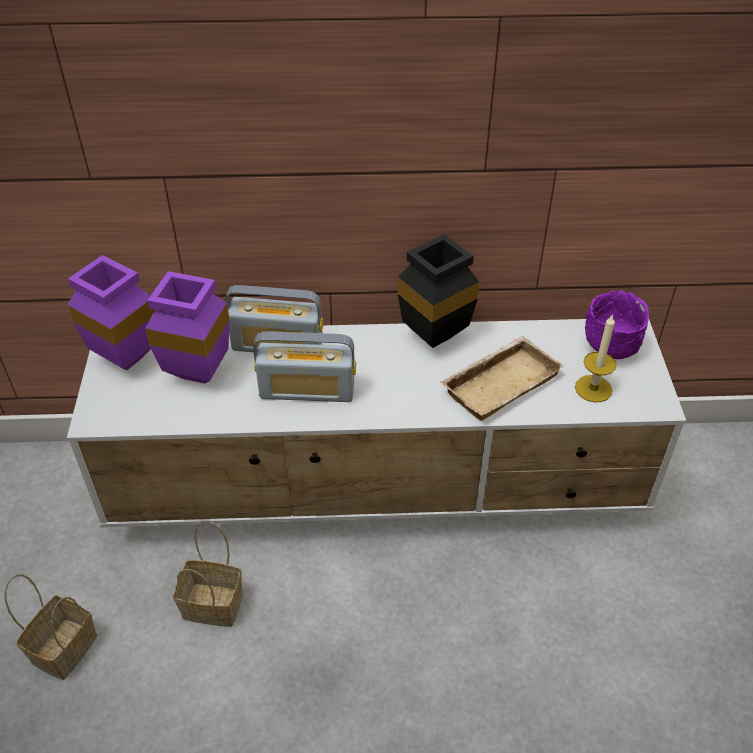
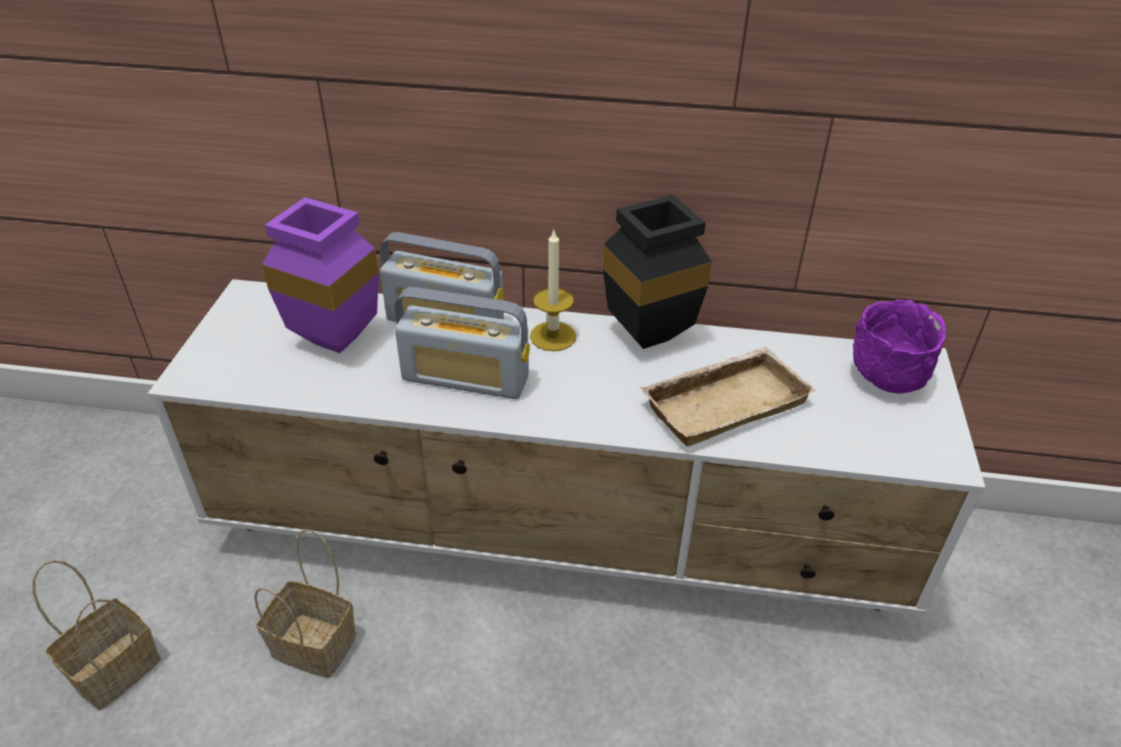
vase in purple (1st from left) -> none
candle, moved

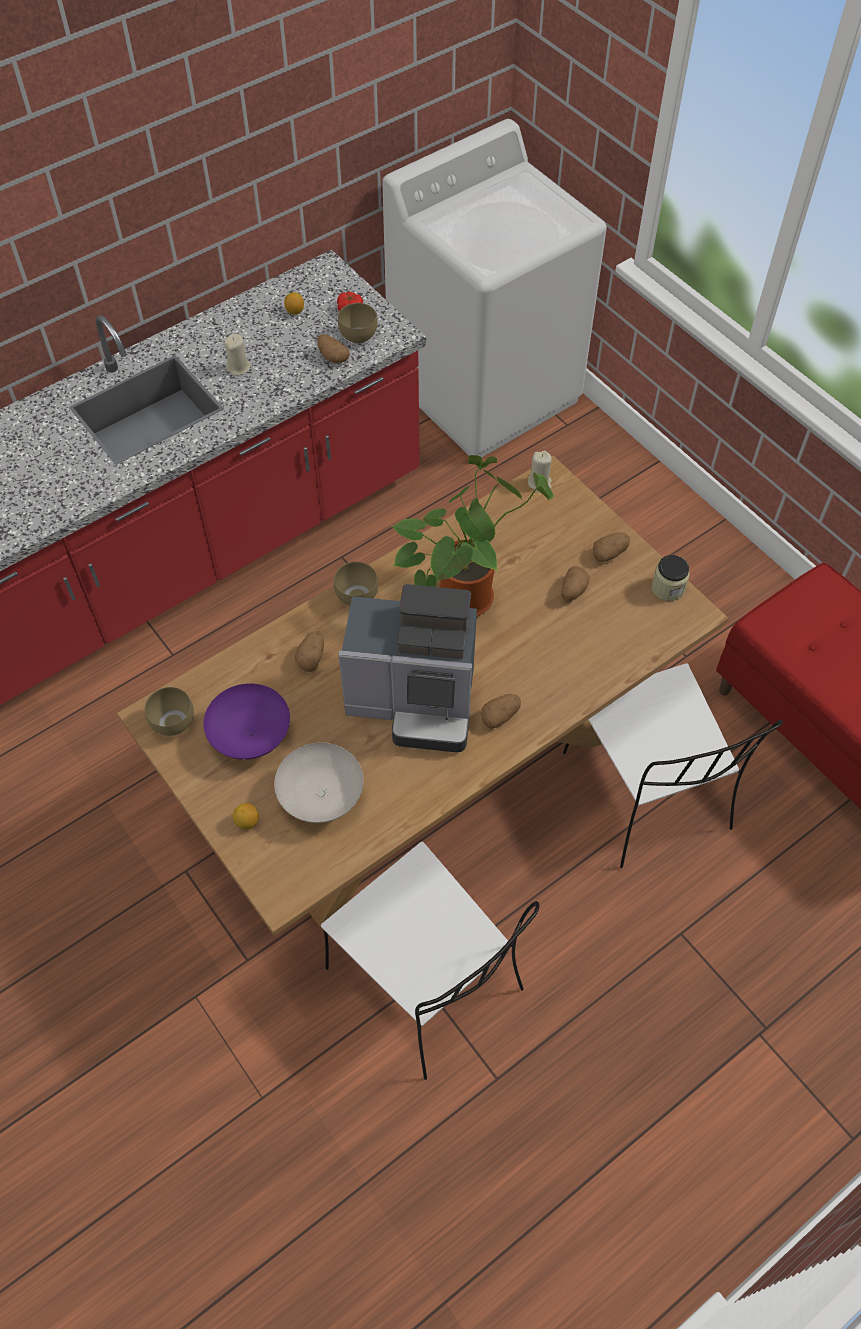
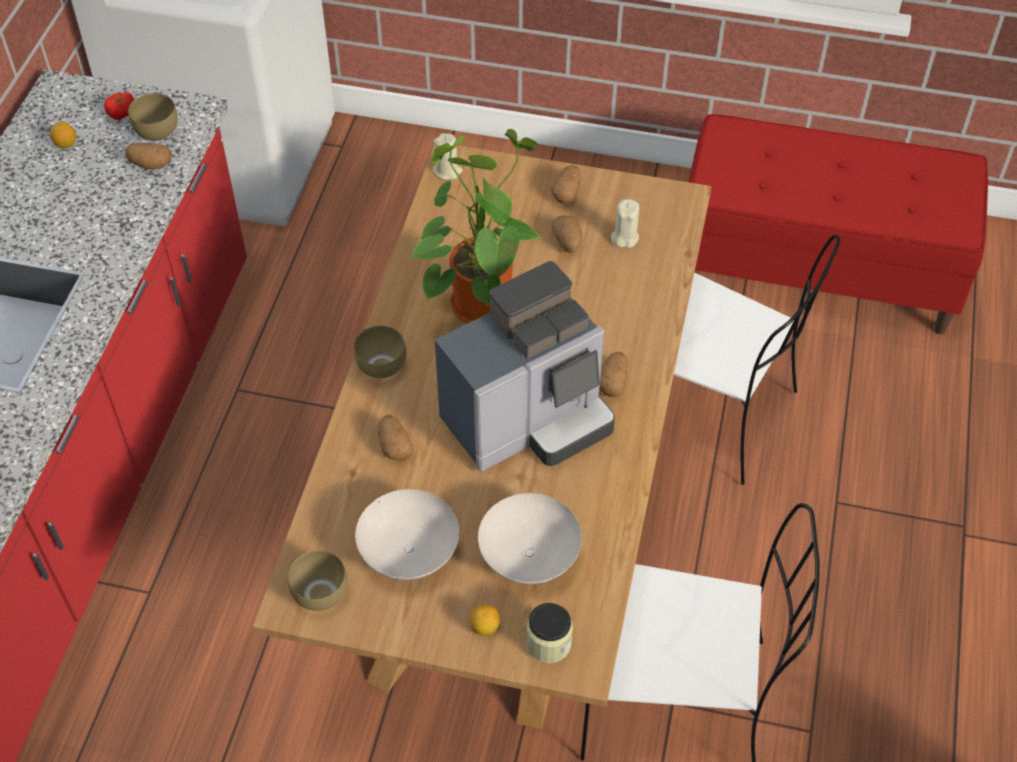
bowl in purple -> bowl in white (1st from left)
candle in beige (1st from left in the first image) -> candle in beige (2nd from left), moved
jar, moved

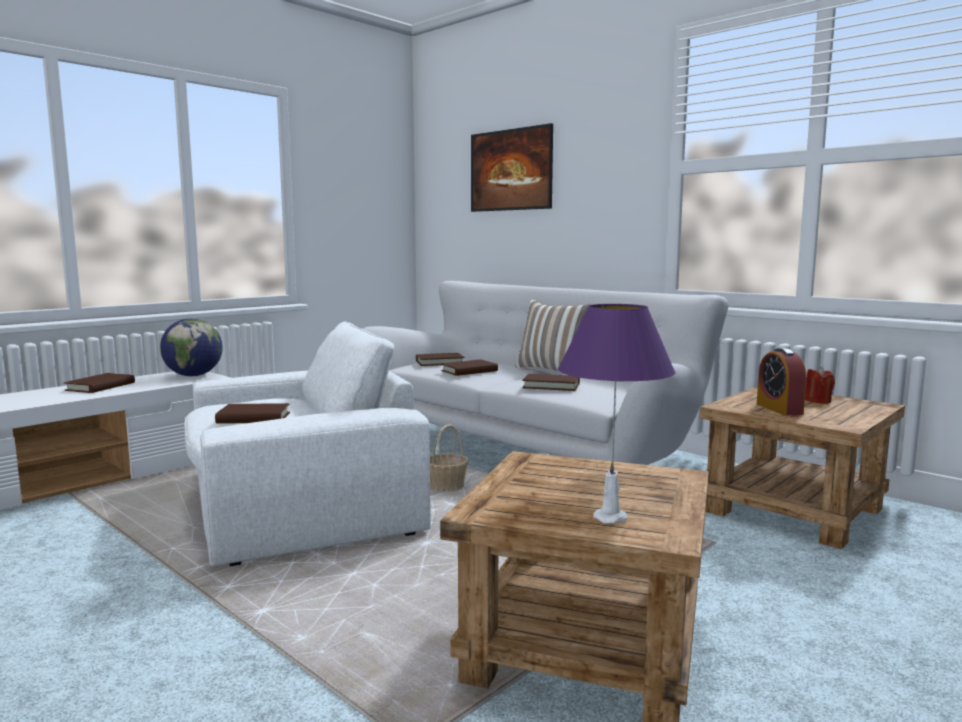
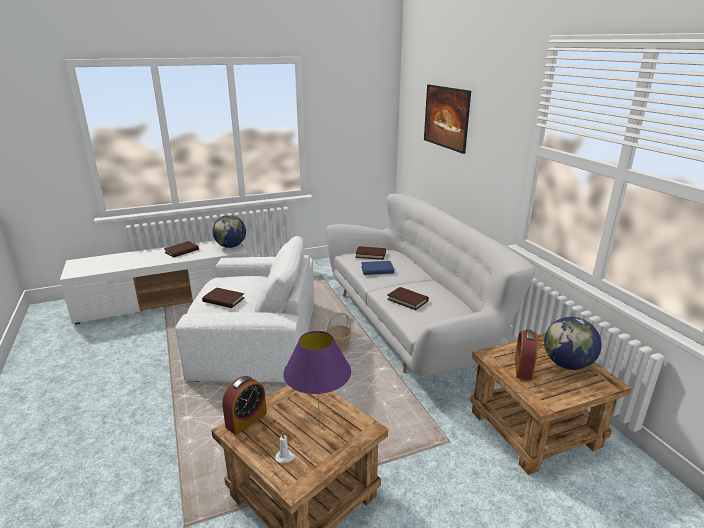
book in brown (4th from left) -> book in blue
pillow -> none
candle in red -> globe (2nd from left)
none -> alarm clock (1st from left)

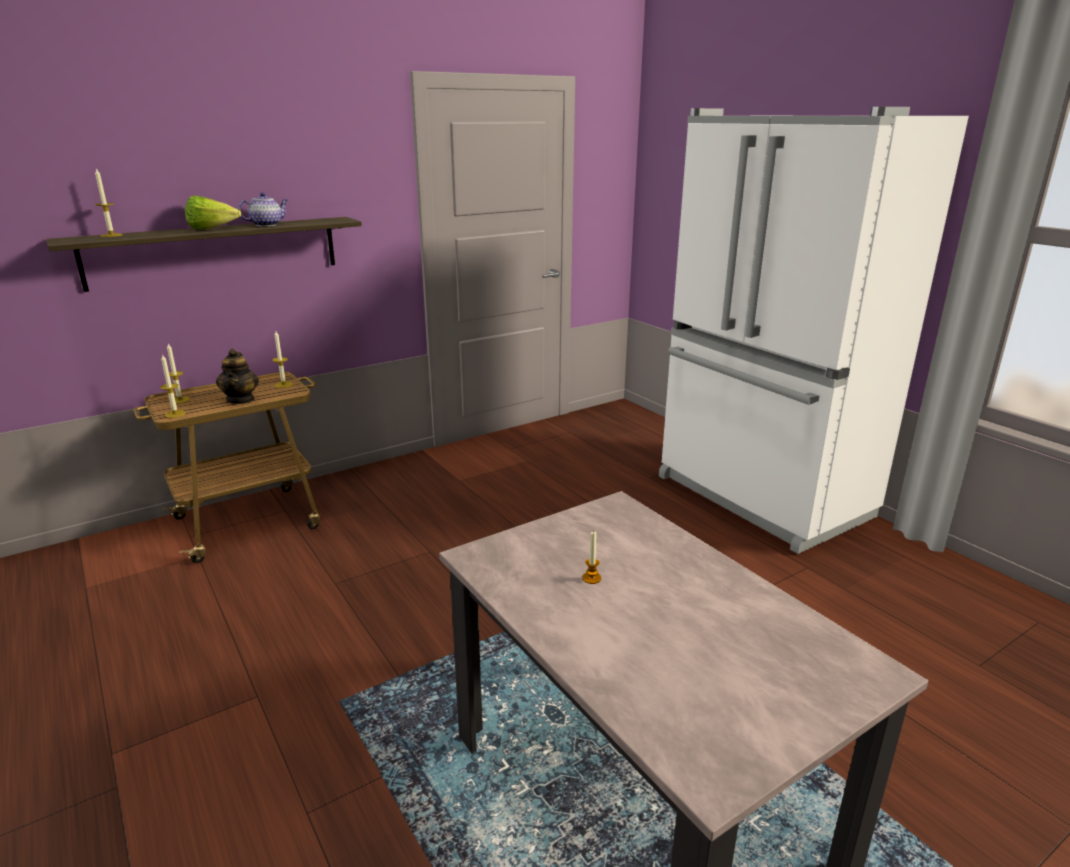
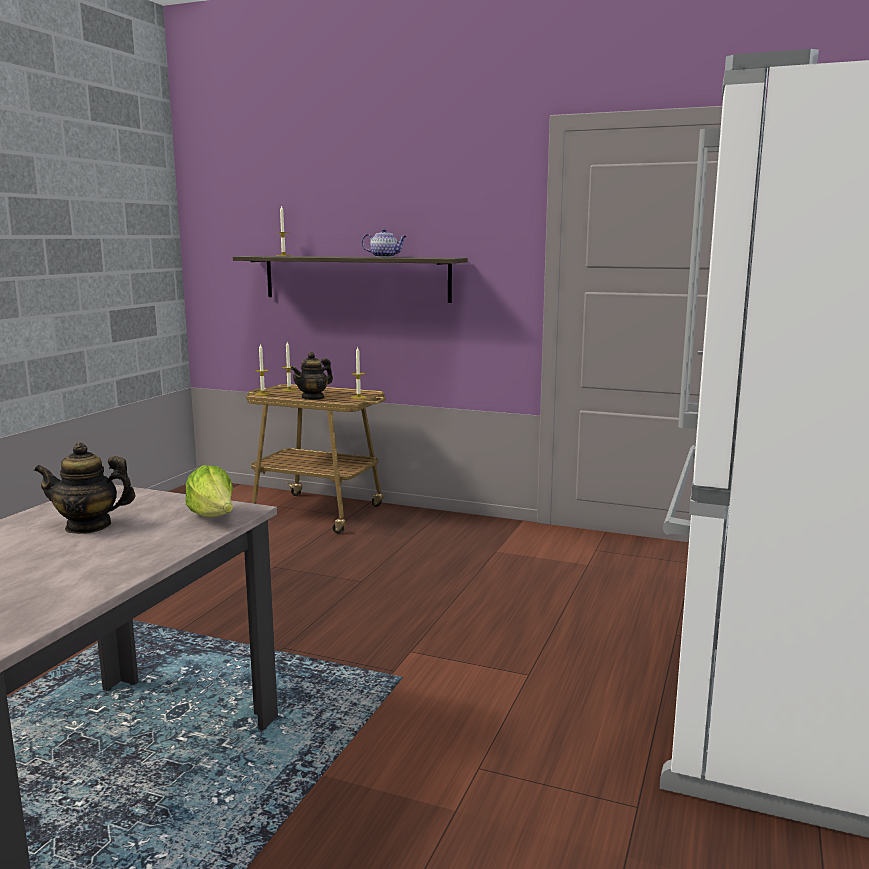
lettuce, moved
candle (5th from left) -> teapot (1st from left)

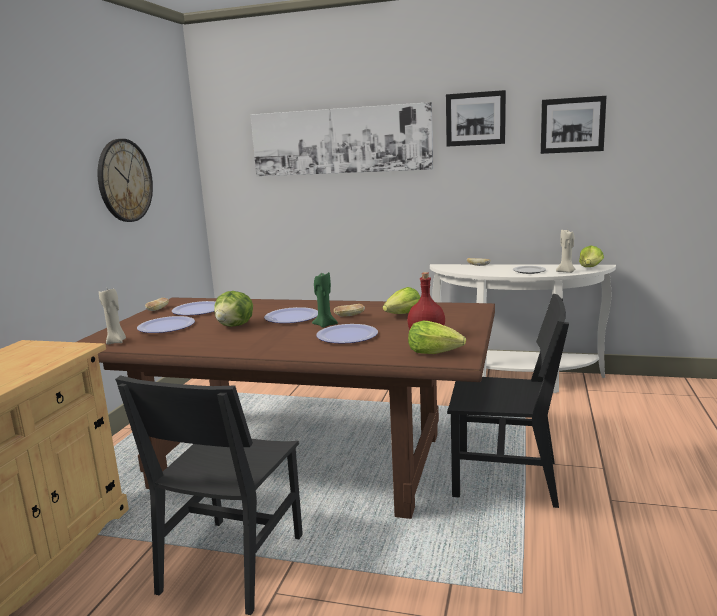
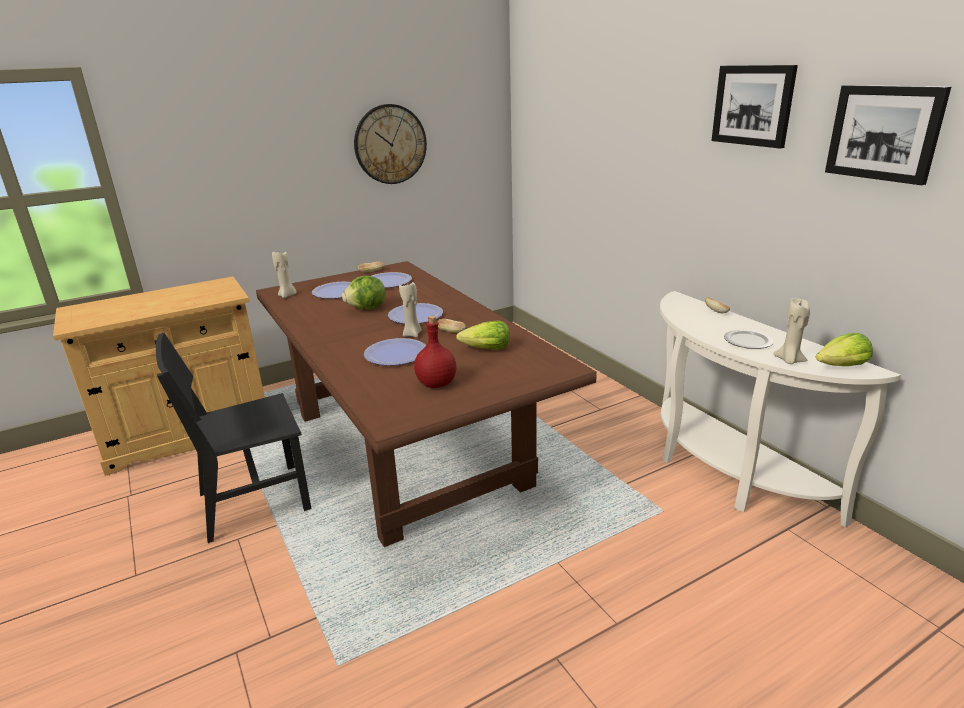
picture (1st from left) -> none
candle in green -> candle in beige (2nd from left)
lettuce (3rd from left) -> none
chair in black (2nd from left) -> none

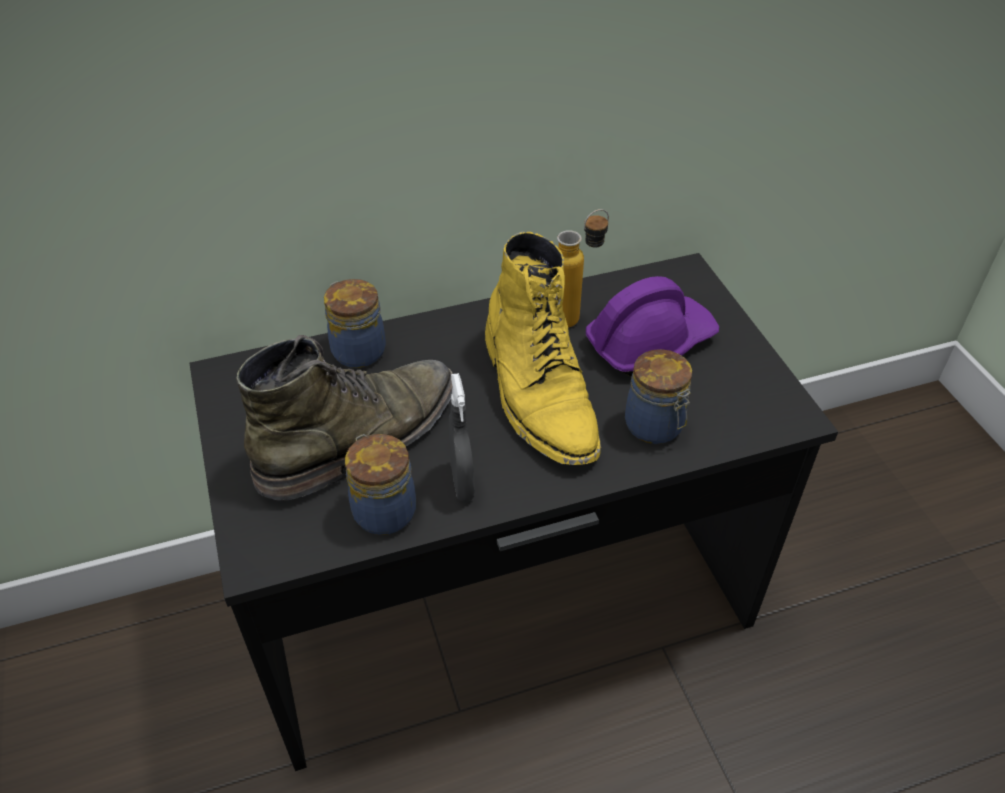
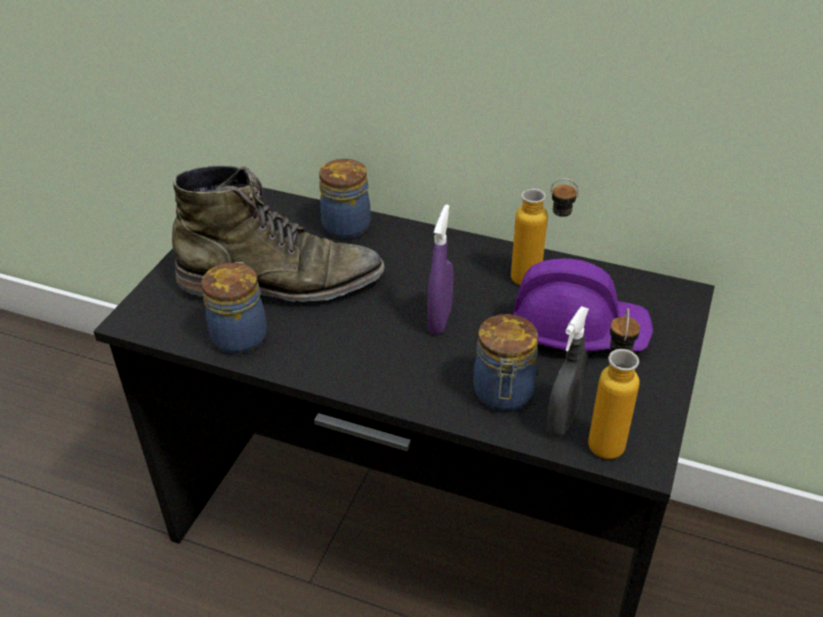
spray bottle in grey, moved
boot in yellow -> spray bottle in purple
none -> bottle (2nd from left)

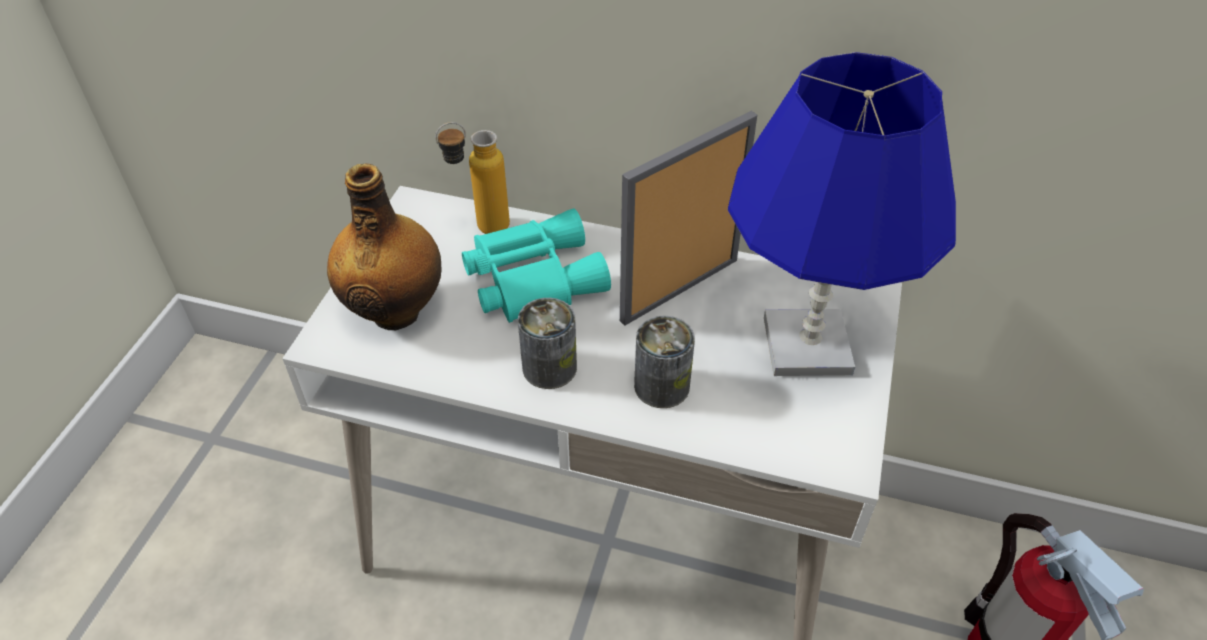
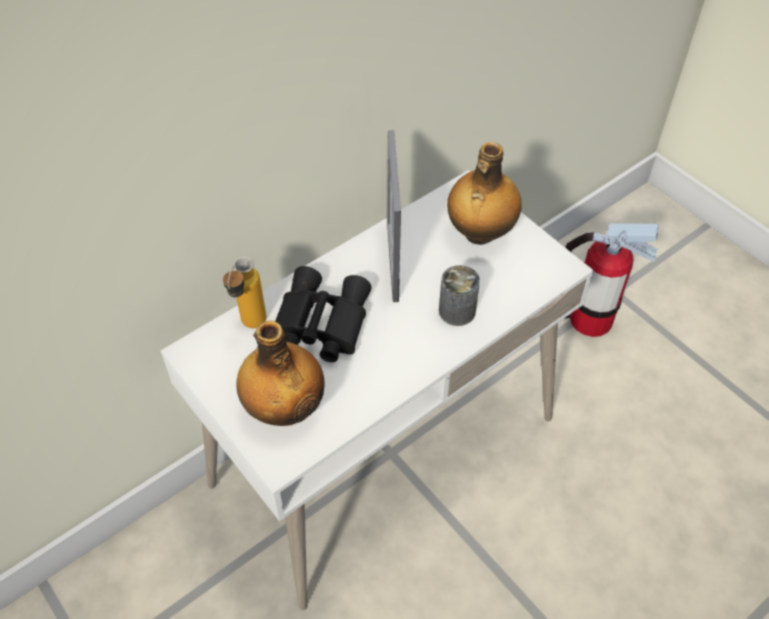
binoculars in turquoise -> binoculars in black
can (1st from left) -> none
table lamp in blue -> bottle (3rd from left)

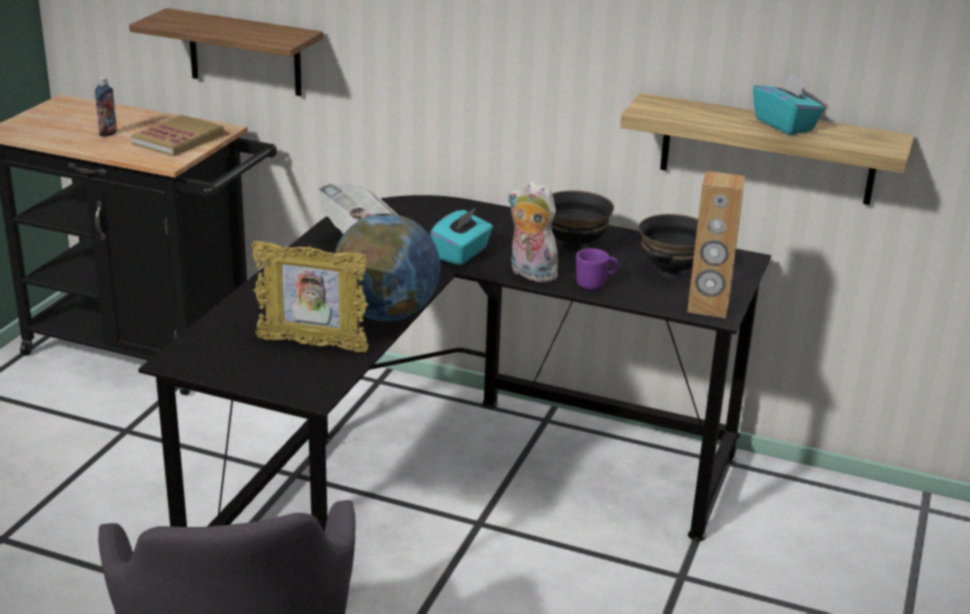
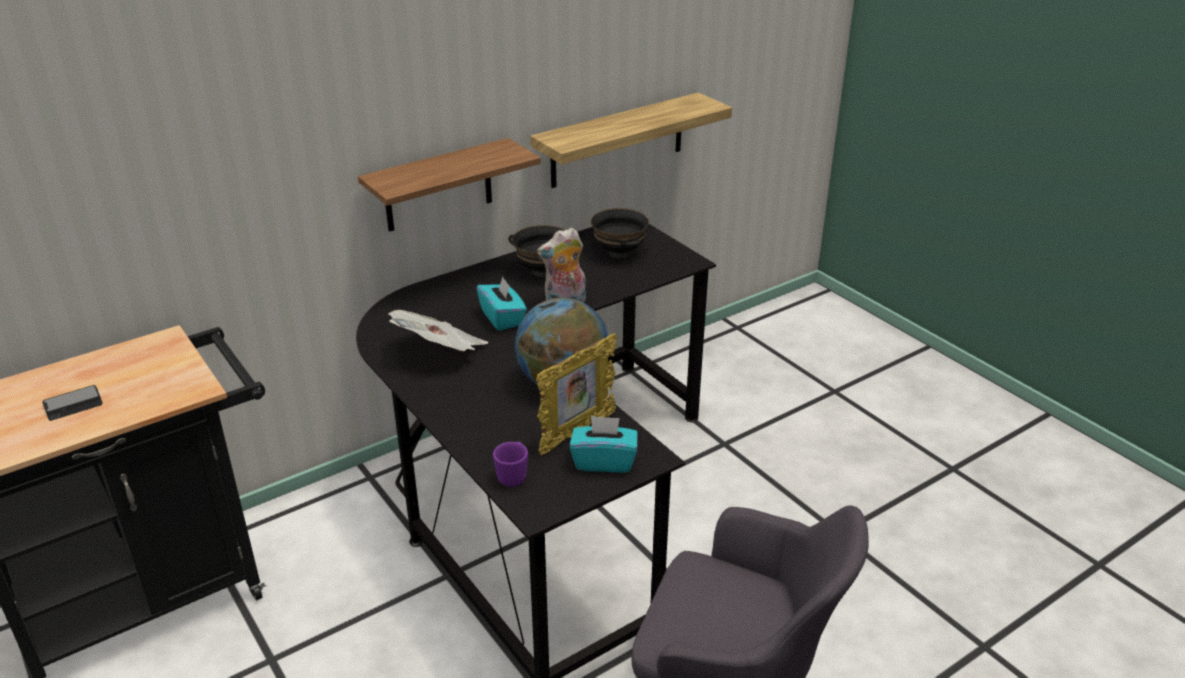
bottle -> phone
shelf (1st from left), moved
book -> none
mug in purple, moved
speaker in brown -> none
tissue box in turquoise (2nd from left), moved

